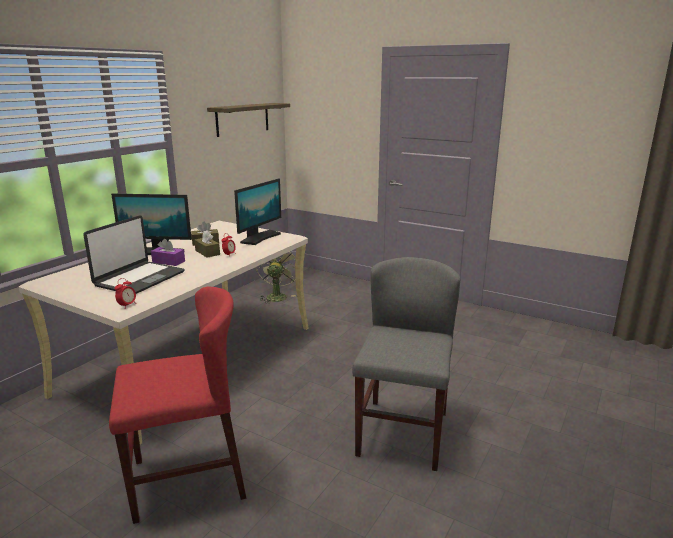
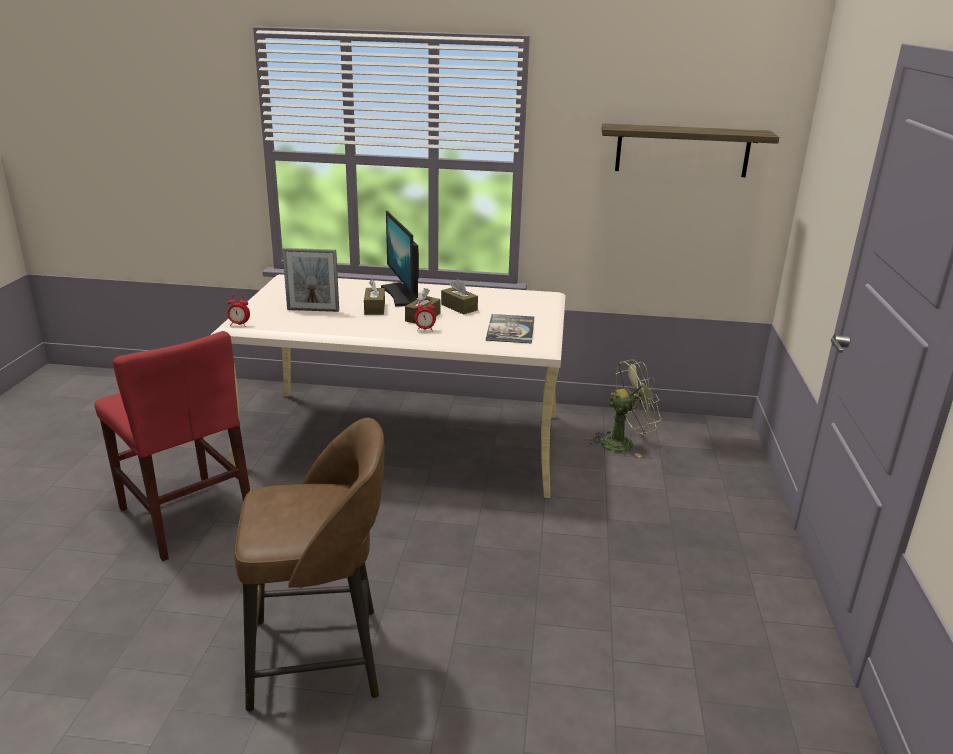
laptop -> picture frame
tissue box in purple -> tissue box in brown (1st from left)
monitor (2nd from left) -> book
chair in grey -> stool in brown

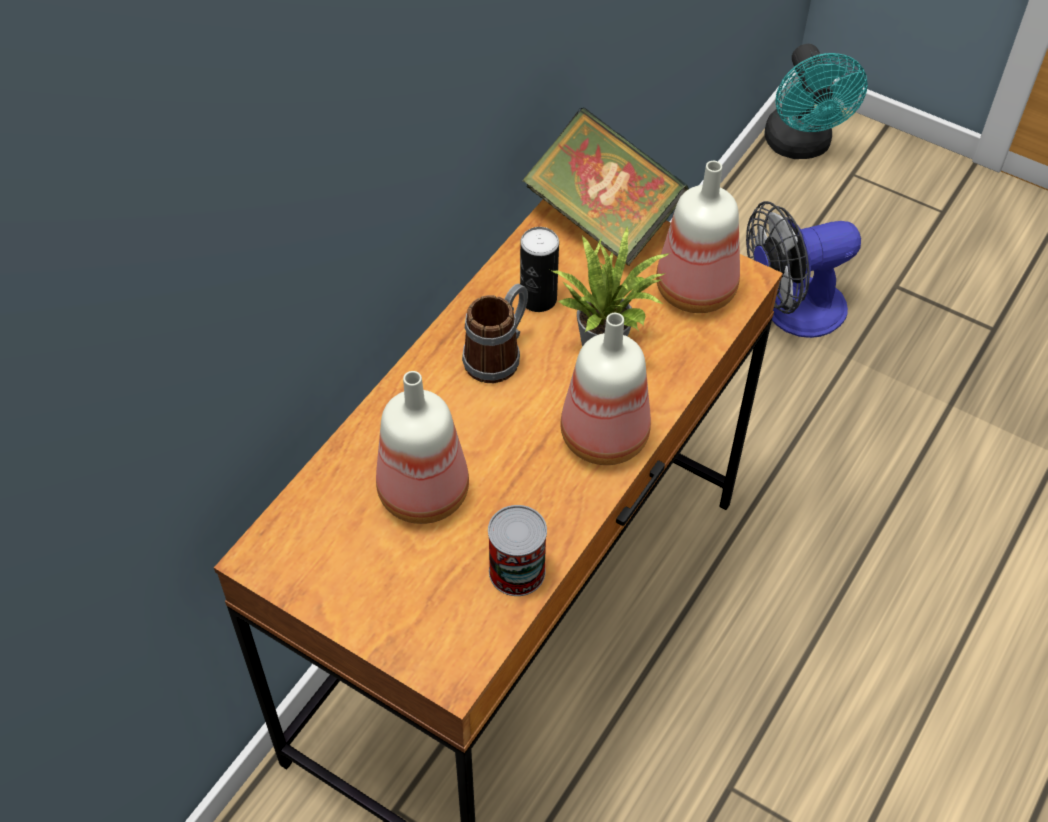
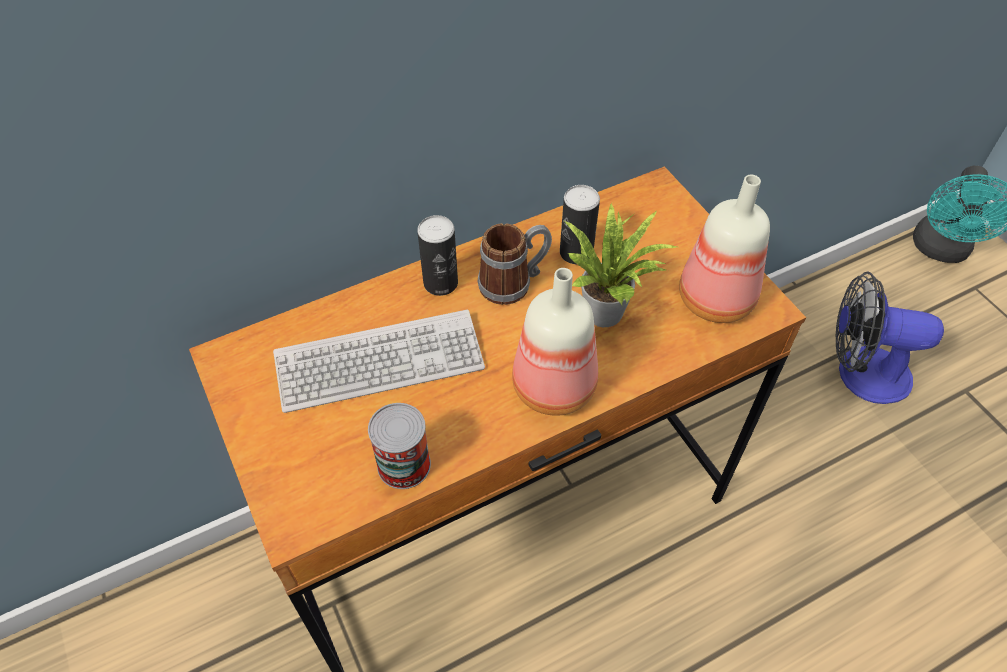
bottle (1st from left) -> keyboard
book -> none
none -> can (2nd from left)

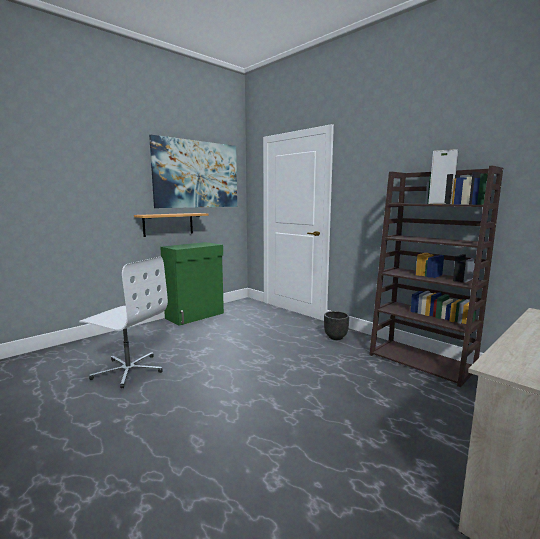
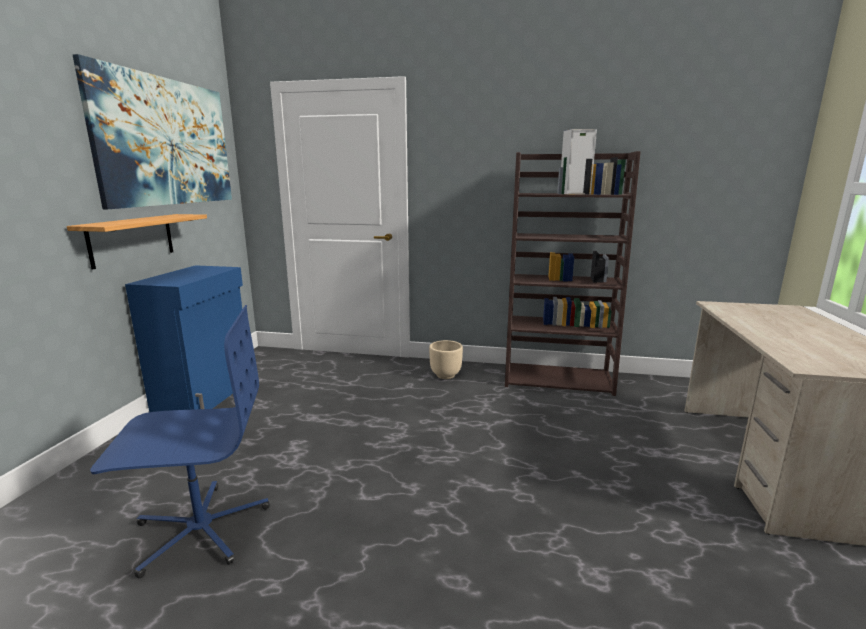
office chair in white -> office chair in blue
cabinet in green -> cabinet in blue
planter in black -> planter in beige

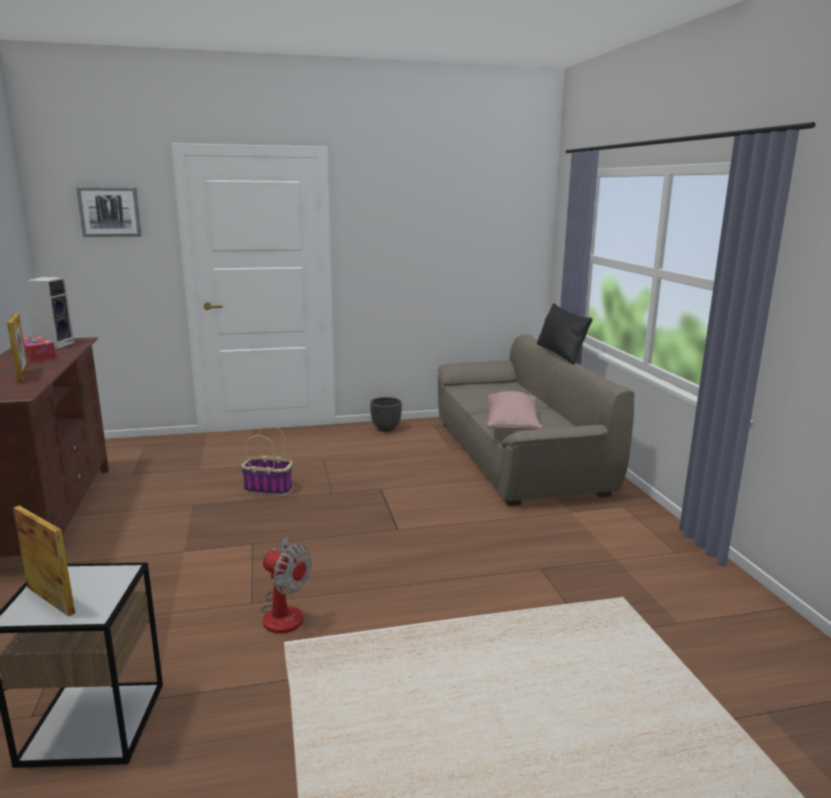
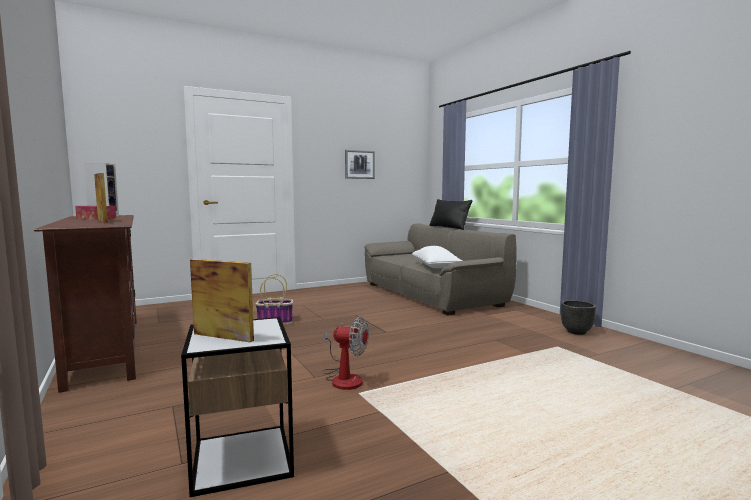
picture, moved
planter in black, moved
pillow in pink -> pillow in white

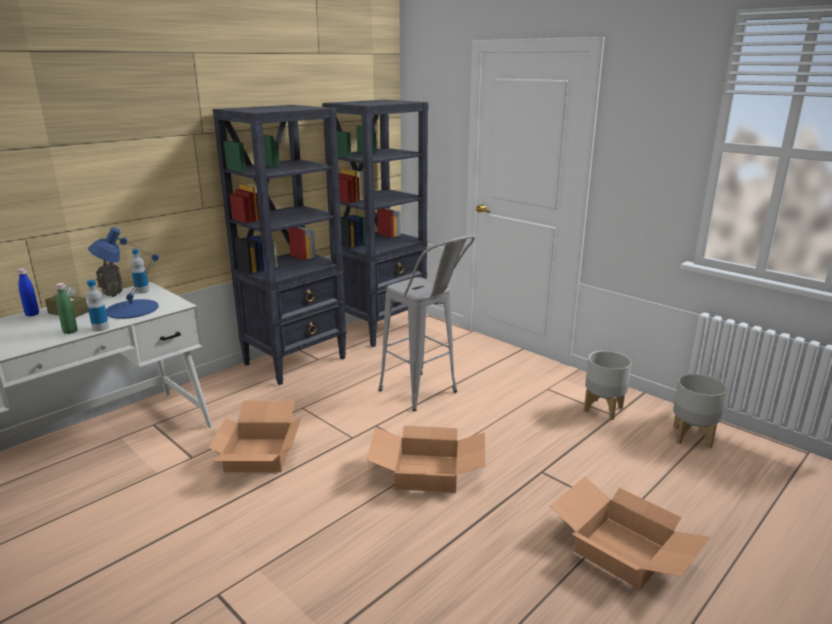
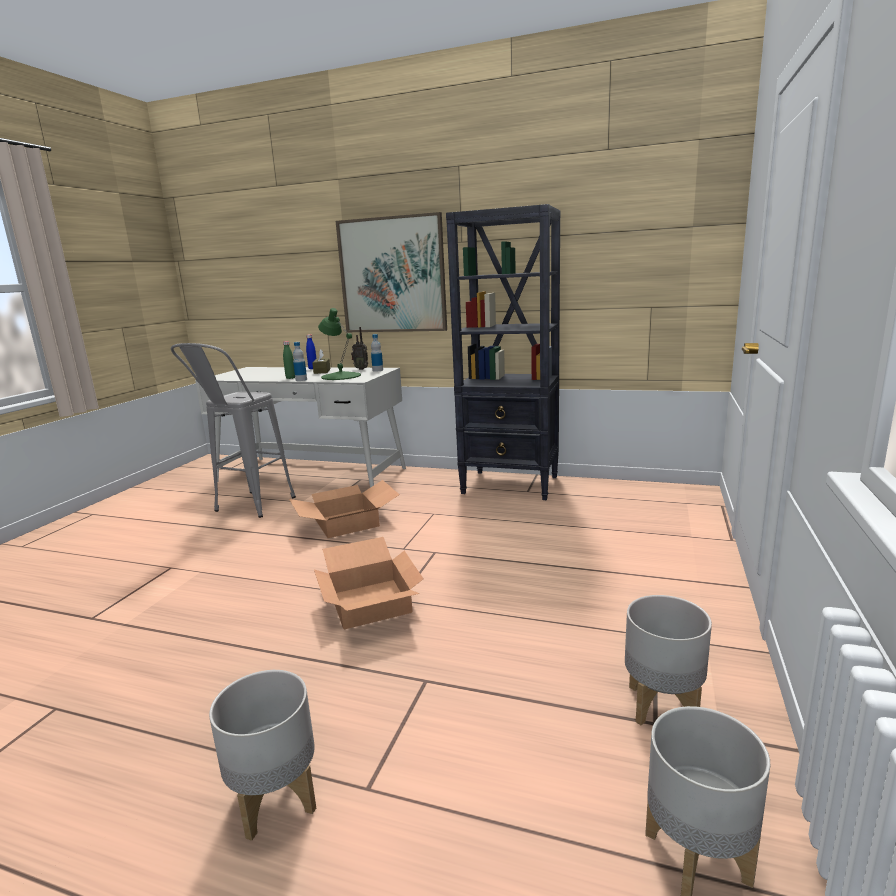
table lamp in blue -> table lamp in green
bookcase in black (2nd from left) -> none
stool in grey, moved
cardboard box (3rd from left) -> planter in grey (1st from left)
none -> picture

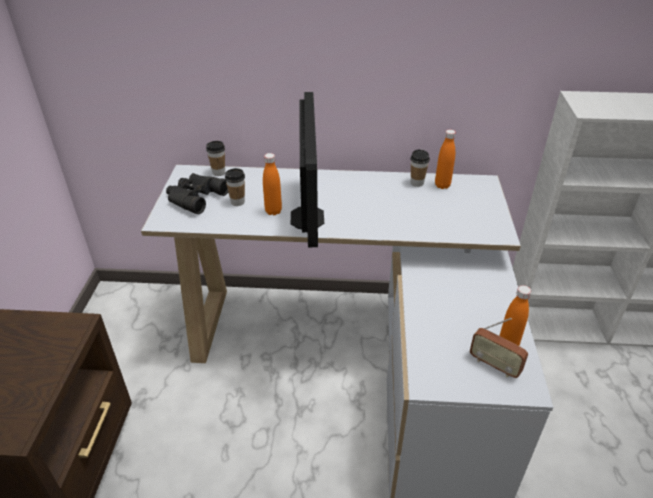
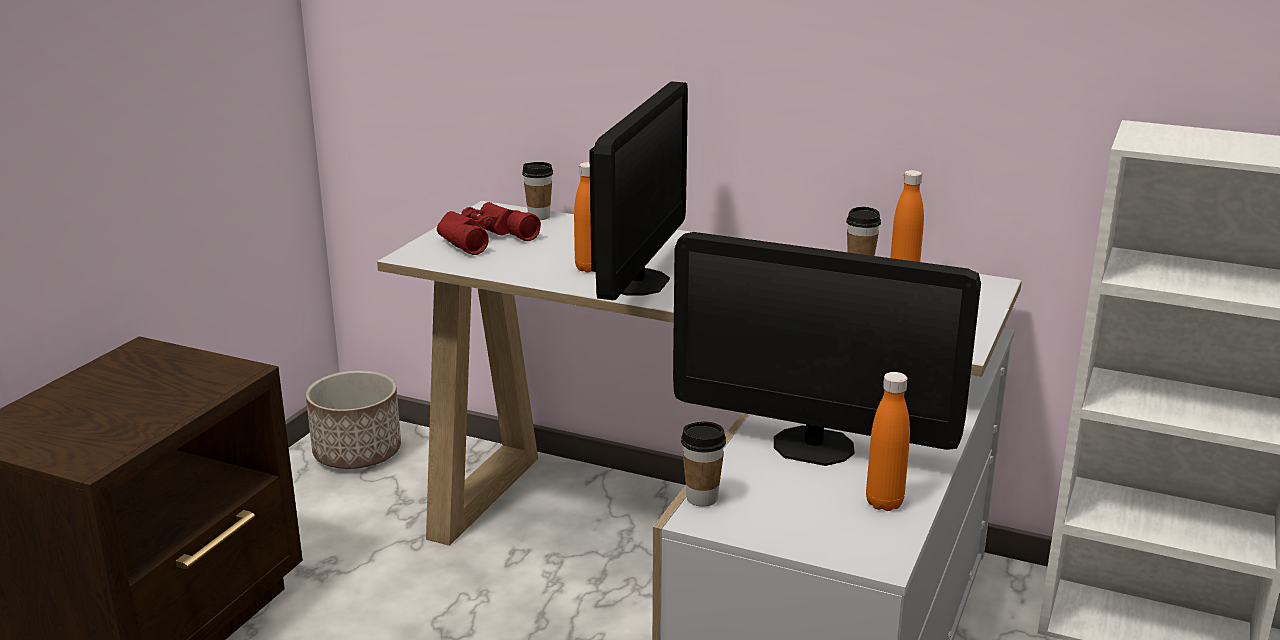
binoculars in black -> binoculars in red
cup (2nd from left), moved
radio -> none
none -> planter
none -> monitor (2nd from left)

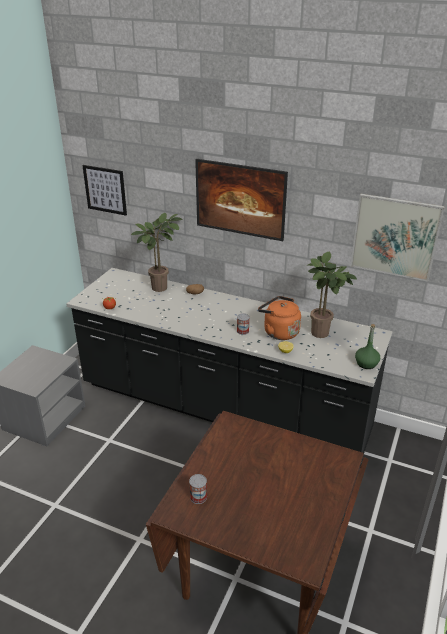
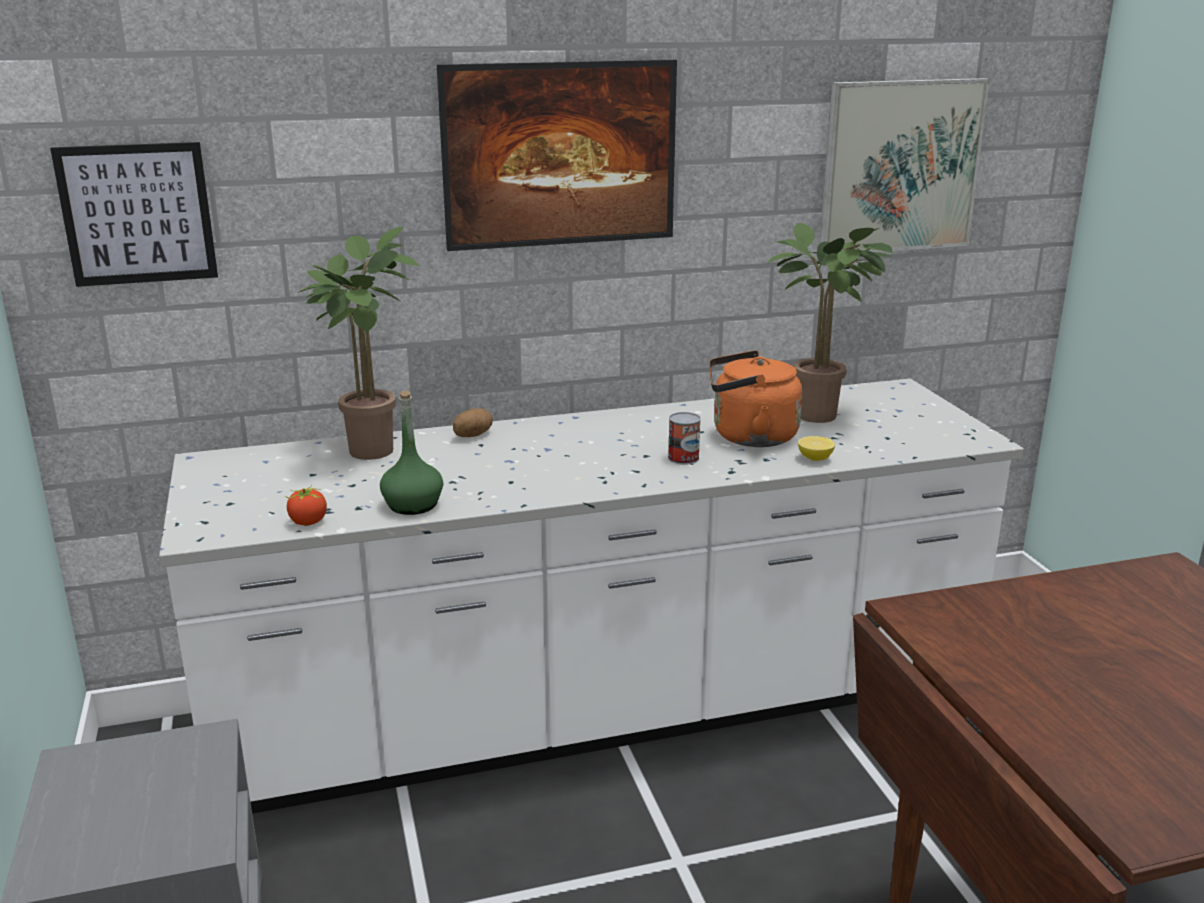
counter in black -> counter in white
can (1st from left) -> none
bottle in green, moved

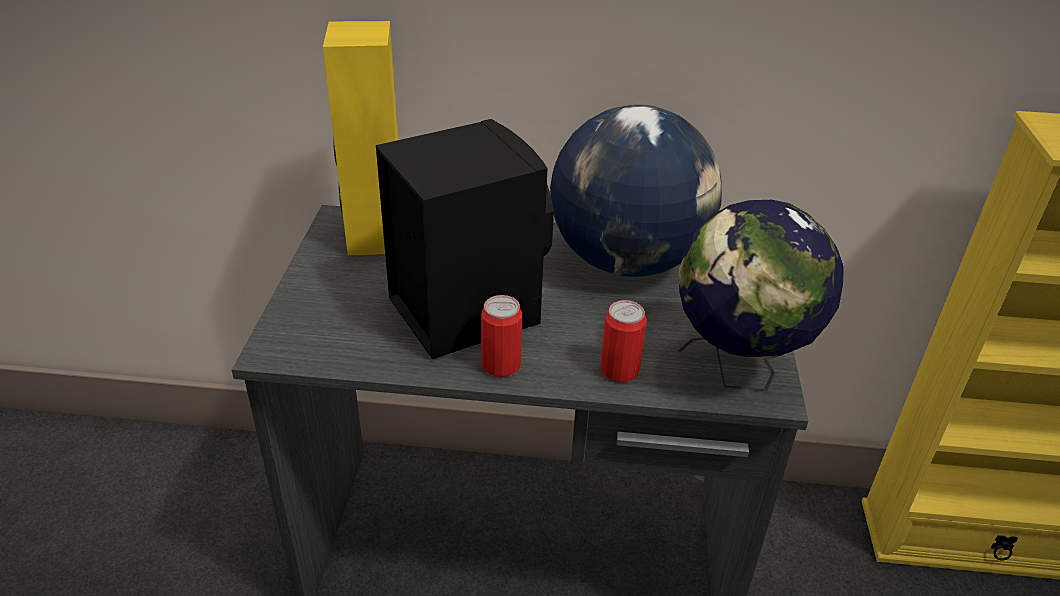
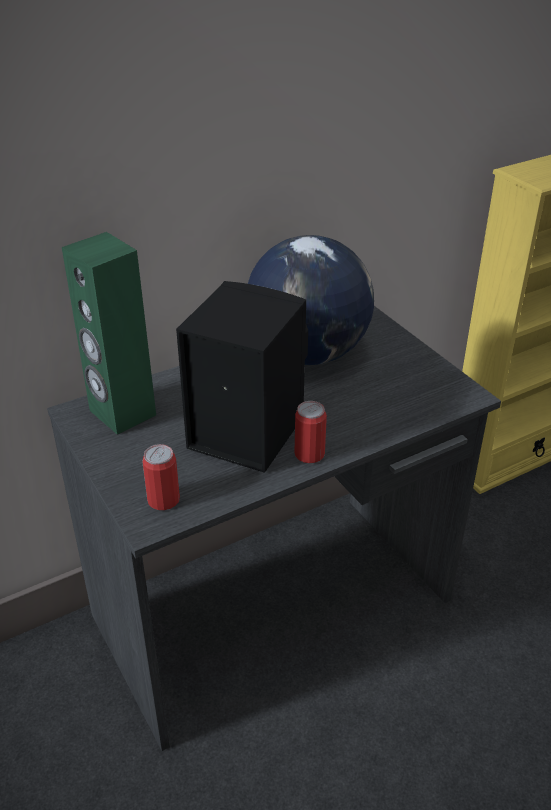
speaker in yellow -> speaker in green
can (2nd from left in the first image) -> can (1st from left), moved
globe (2nd from left) -> none

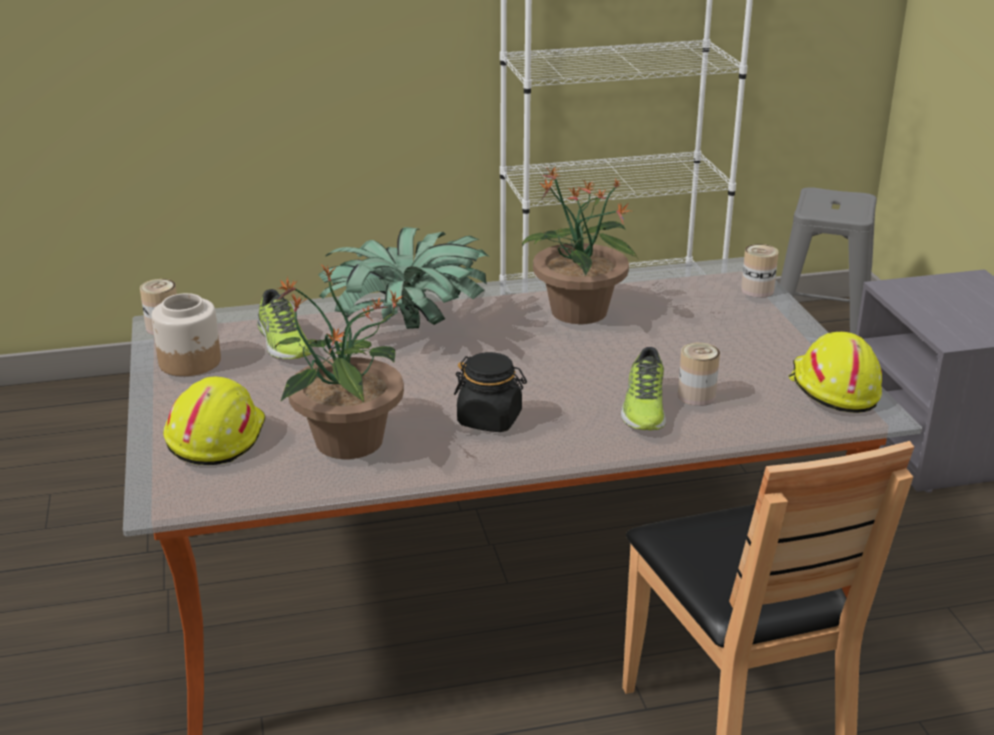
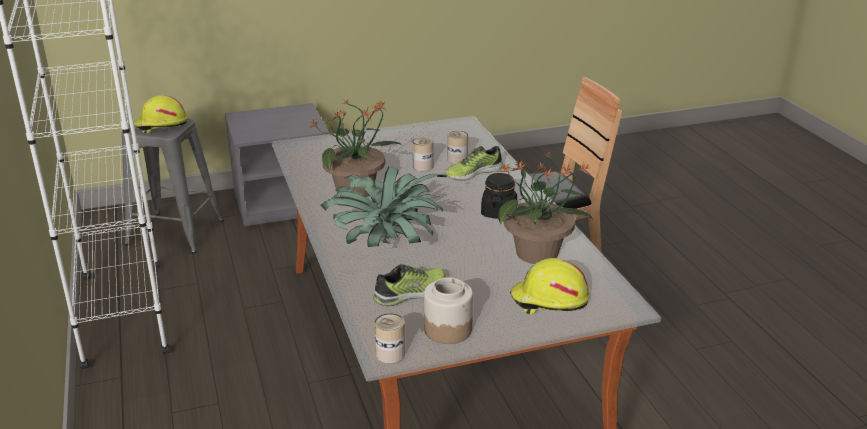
shoe (2nd from left), 150 degrees clockwise
can (3rd from left in the first image) -> can (2nd from left), moved
hard hat in yellow (2nd from left in the first image) -> hard hat in yellow (1st from left), moved

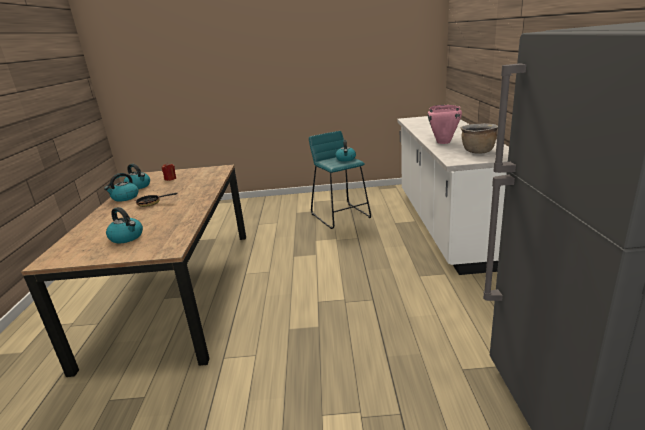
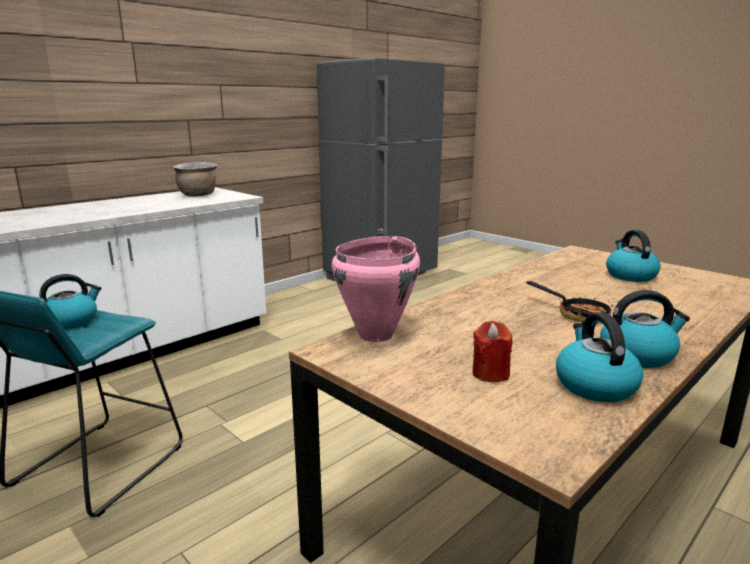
cooking pot in pink, moved

